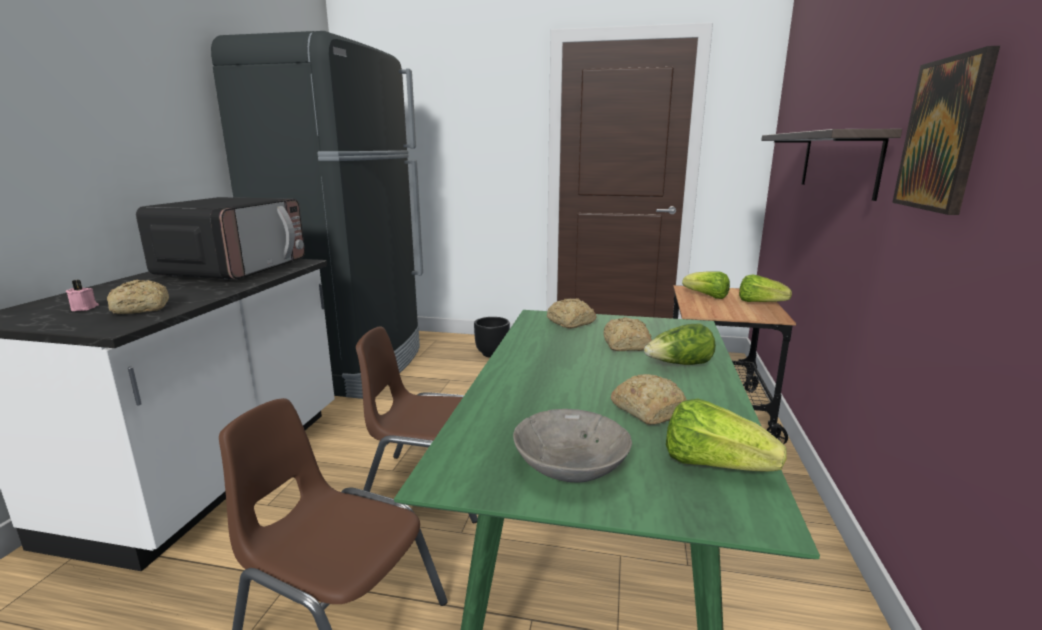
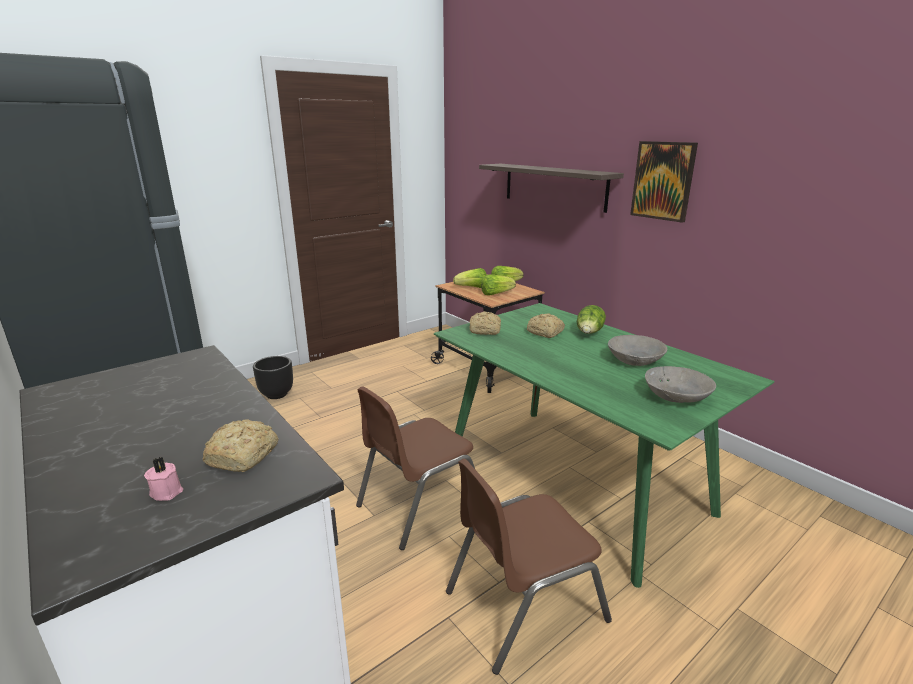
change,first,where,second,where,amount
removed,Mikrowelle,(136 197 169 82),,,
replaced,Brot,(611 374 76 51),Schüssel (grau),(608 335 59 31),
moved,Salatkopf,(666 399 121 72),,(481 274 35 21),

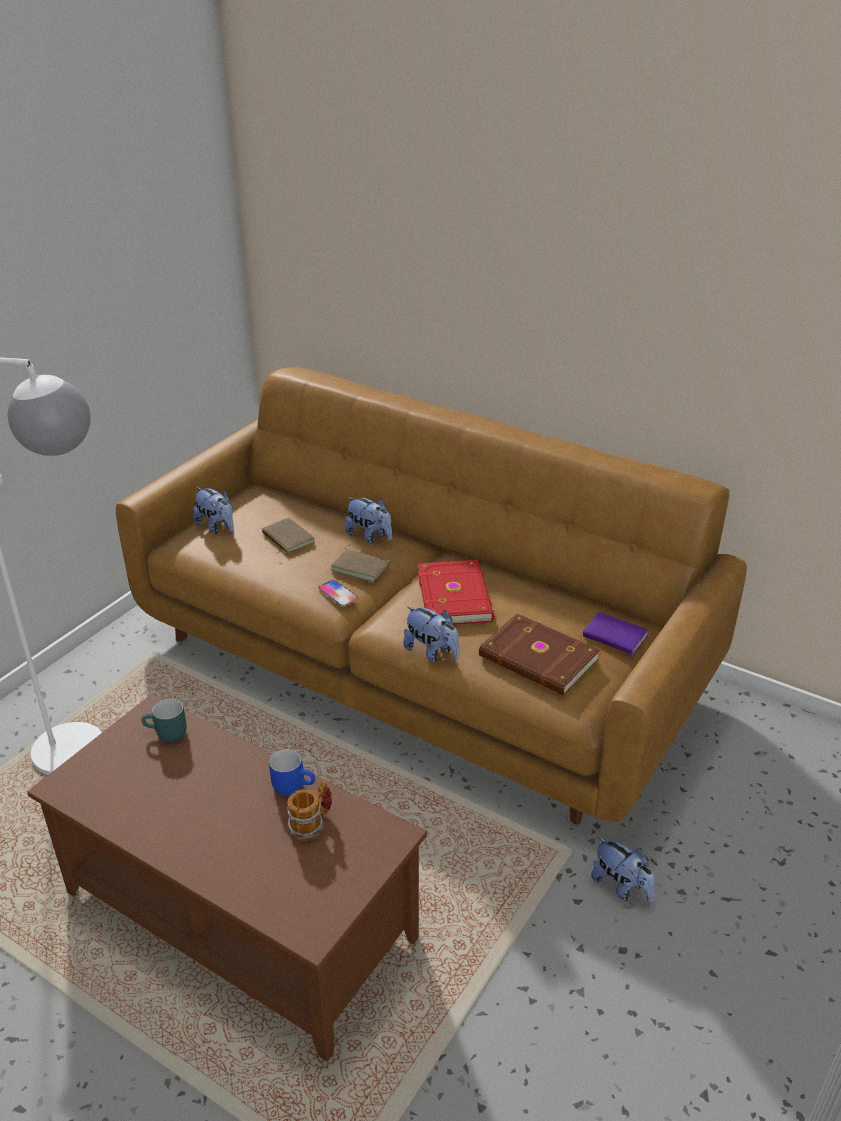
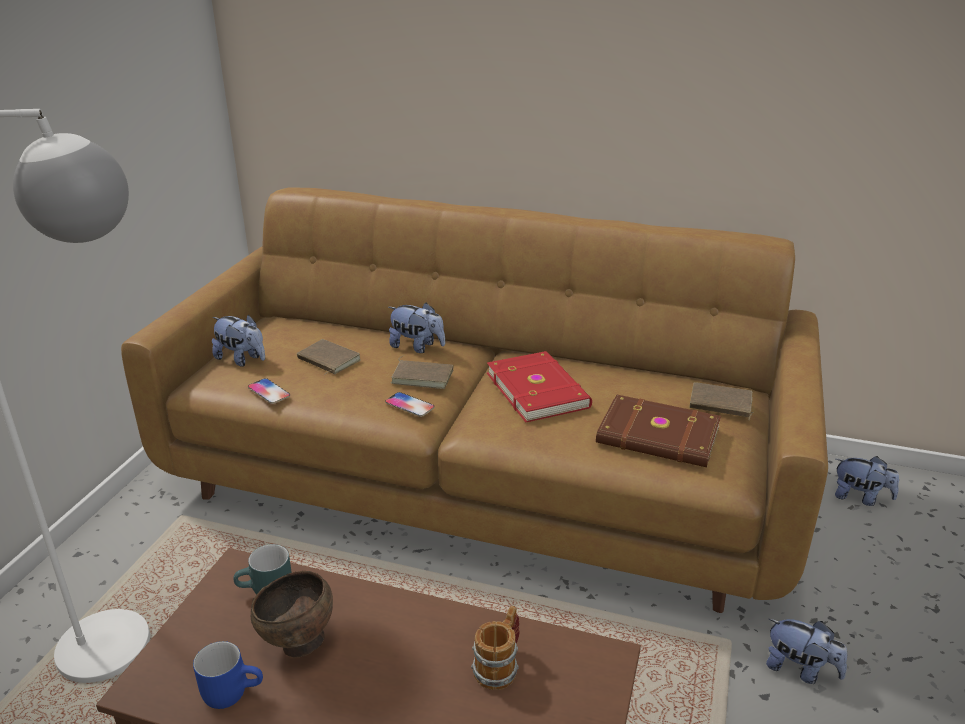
change,first,where,second,where,amount
moved,Plüschtier,(403 606 56 56),,(835 456 64 50),
recoloured,Buch (lila),(583 612 65 46),Buch (braun),(689 382 65 39),
moved,Henkelbecher (blau),(269 749 46 47),,(193 641 70 68),
added,,,Handy,(248 378 42 26),
added,,,Schüssel (braun),(251 571 82 87),

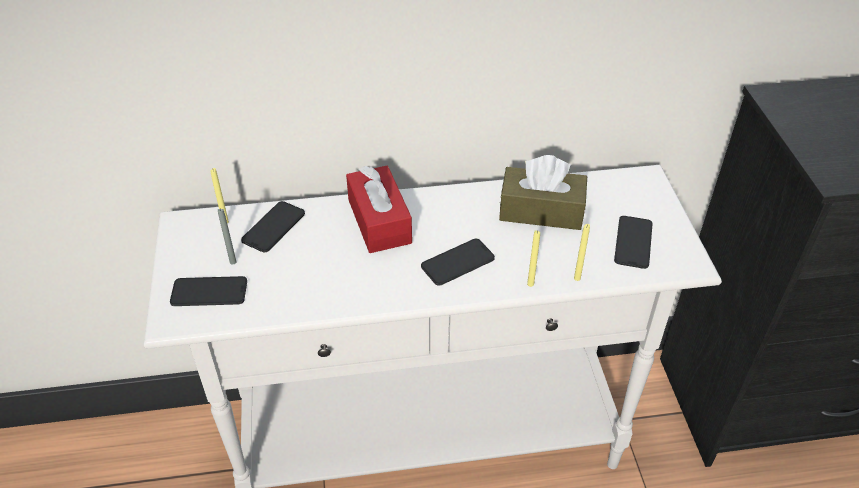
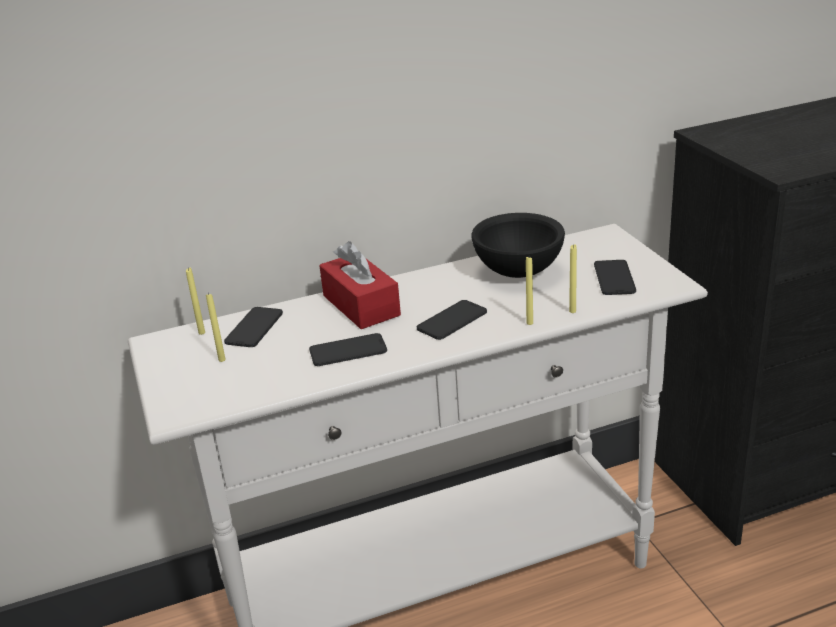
change,first,where,second,where,amount
replaced,Taschentuchbox (braun),(499 155 88 75),Schüssel (schwarz),(471 213 94 65),
recoloured,Kerze (grau),(218 209 18 56),Kerze (gelb),(206 292 20 70),
moved,Handy,(170 276 77 30),,(309 333 78 33),

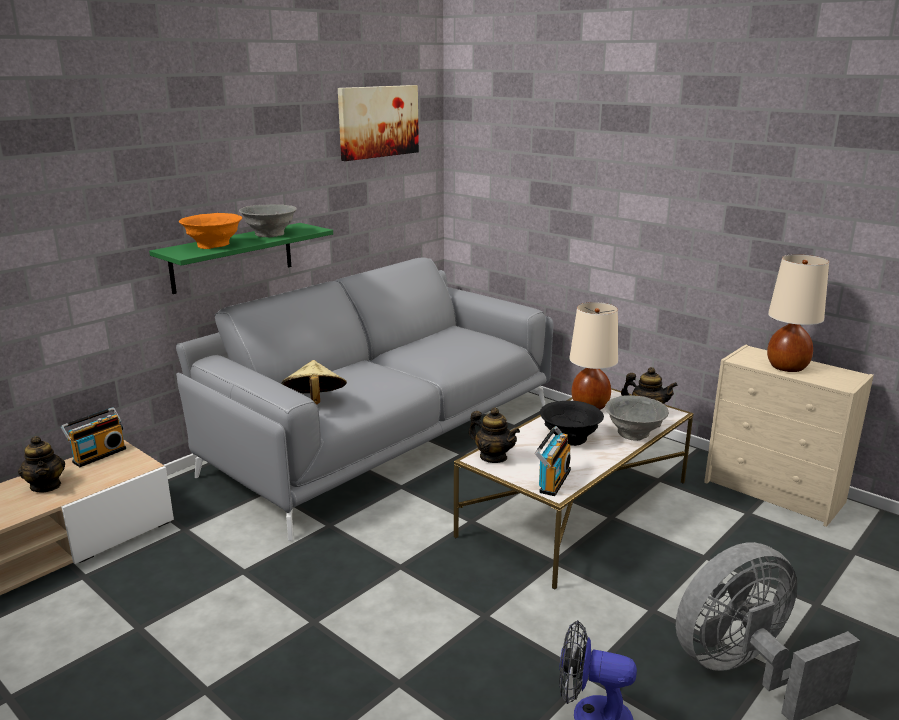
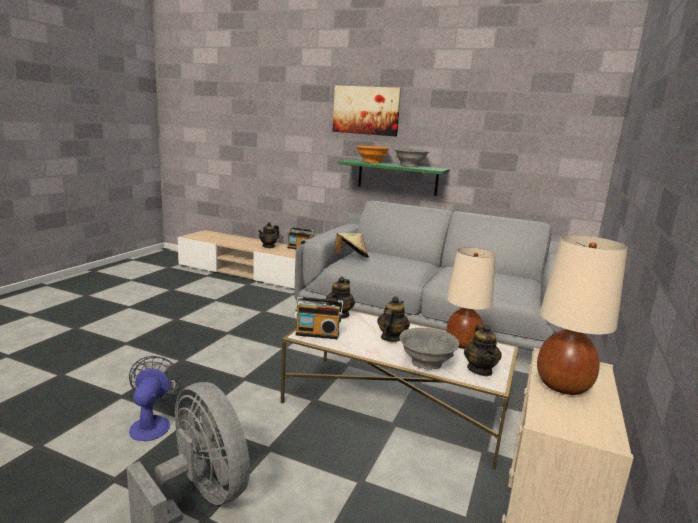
change,first,where,second,where,amount
moved,Bild,(338 85 81 76),,(332 85 69 51),
replaced,Schüssel (schwarz),(540 401 64 45),Teekanne,(377 296 33 46),

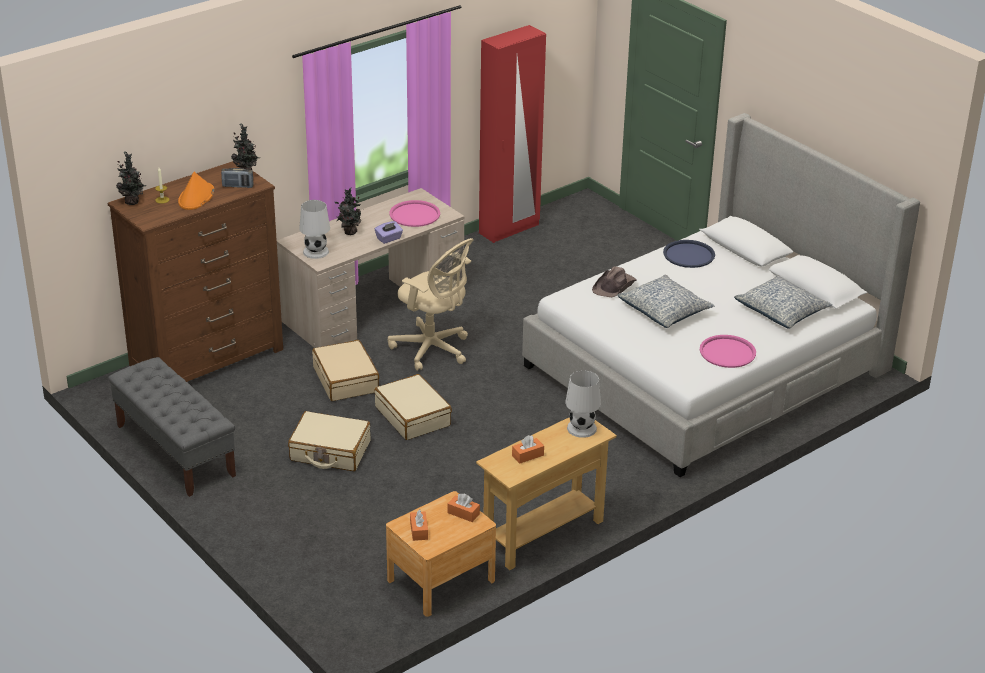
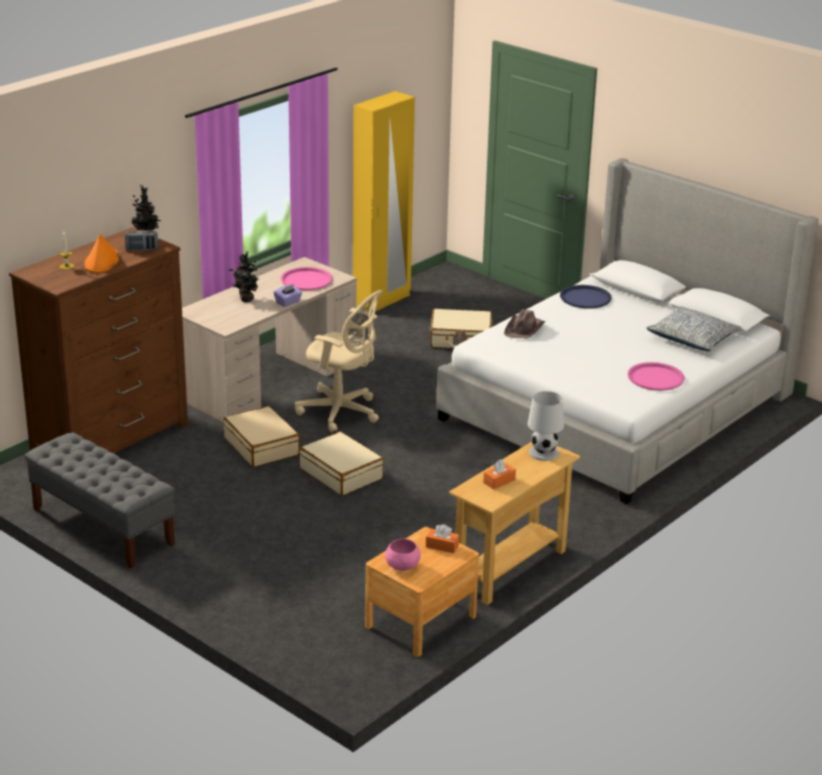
change,first,where,second,where,amount
recoloured,Kleiderschrank (rot),(479 25 67 218),Kleiderschrank (gelb),(353 91 62 220),
removed,Topfpflanze,(116 151 31 54),,,
removed,Tischlampe (weiß),(299 200 31 59),,,
removed,Kissen,(618 274 97 54),,,
moved,Koffer (beige),(288 411 83 60),,(430 309 62 40),
replaced,Taschentuchbox (orange),(410 510 18 31),Schüssel (rosa),(385 539 36 32),

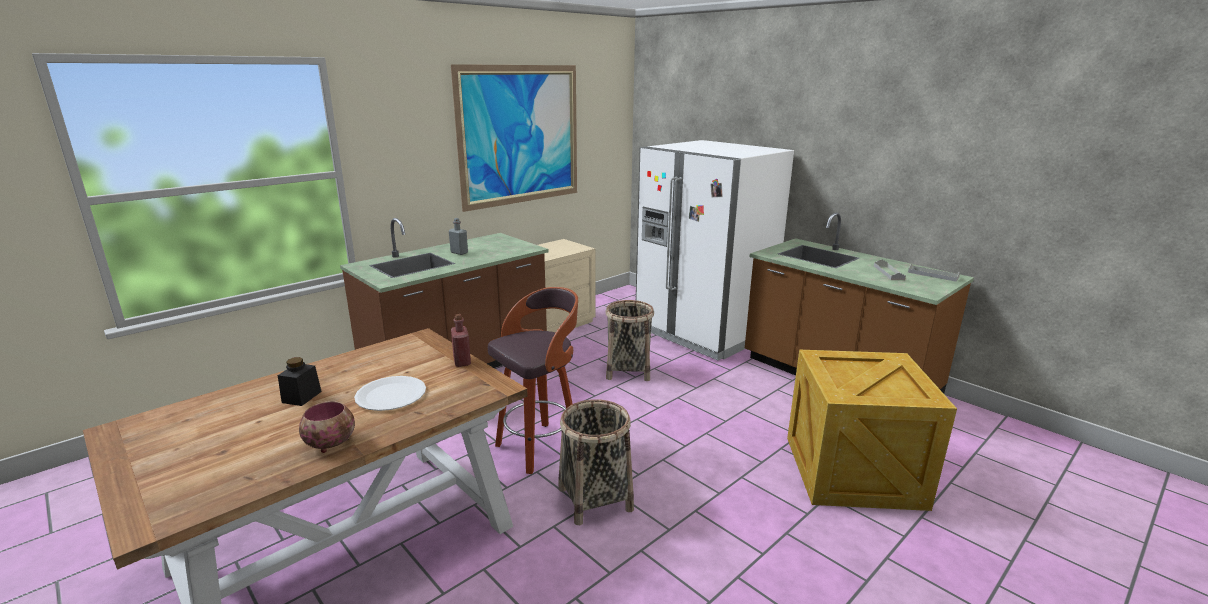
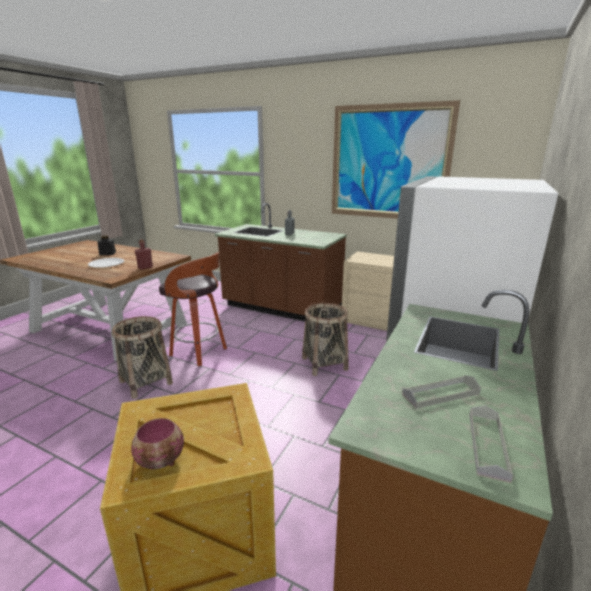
change,first,where,second,where,amount
moved,Schüssel,(299 401 56 52),,(131 418 53 51),

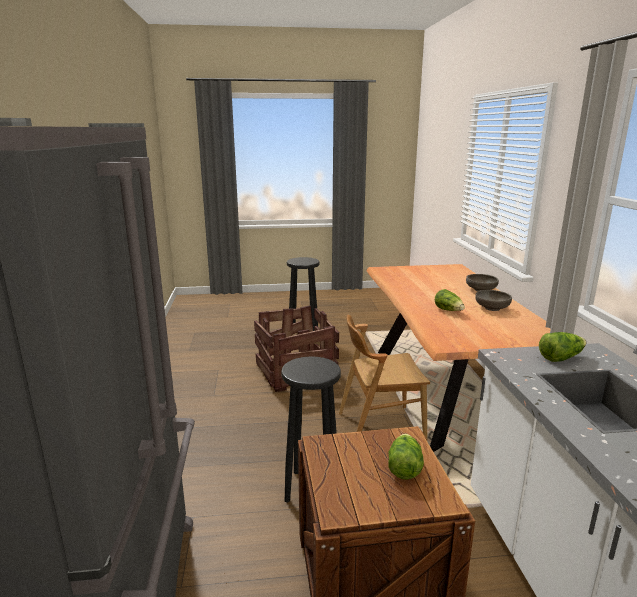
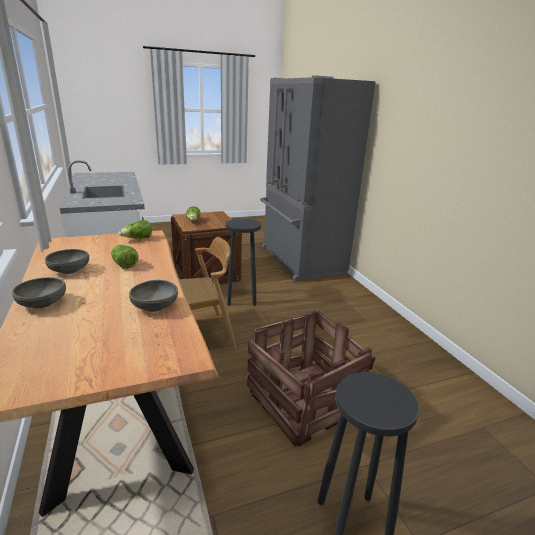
change,first,where,second,where,amount
moved,Salatkopf,(539 332 47 30),,(119 220 33 19),
added,,,Schüssel (grau),(129 280 49 32),

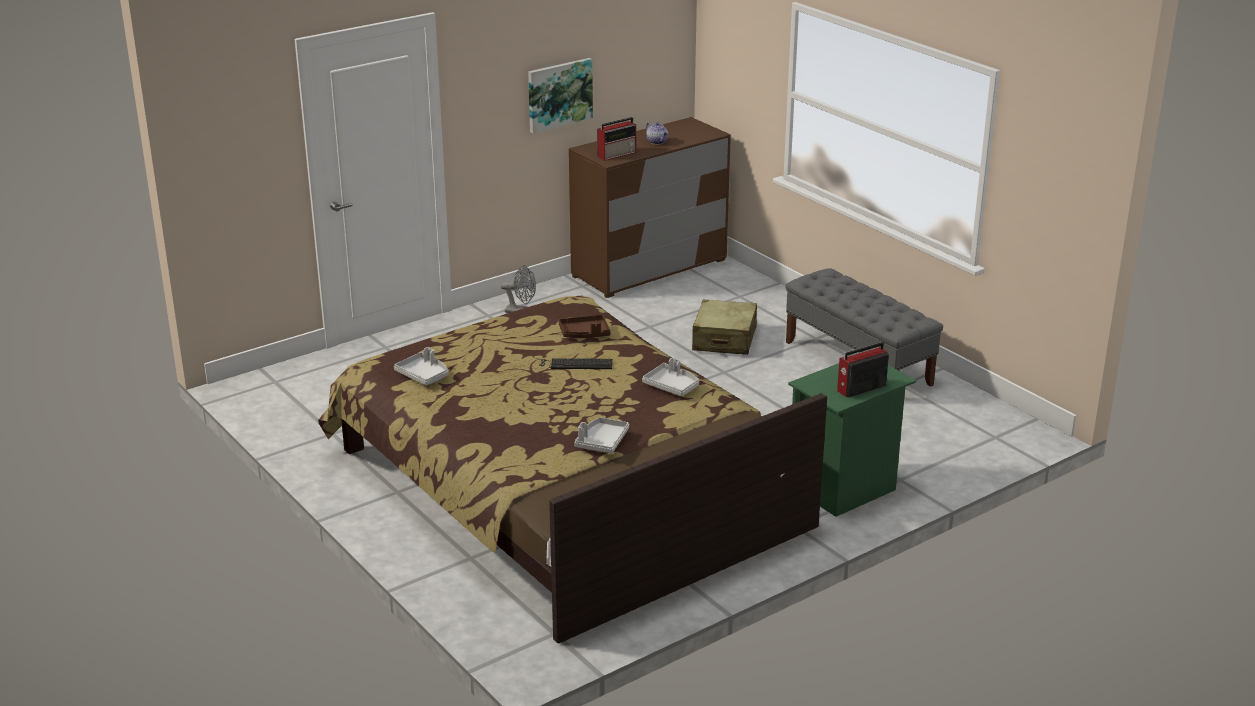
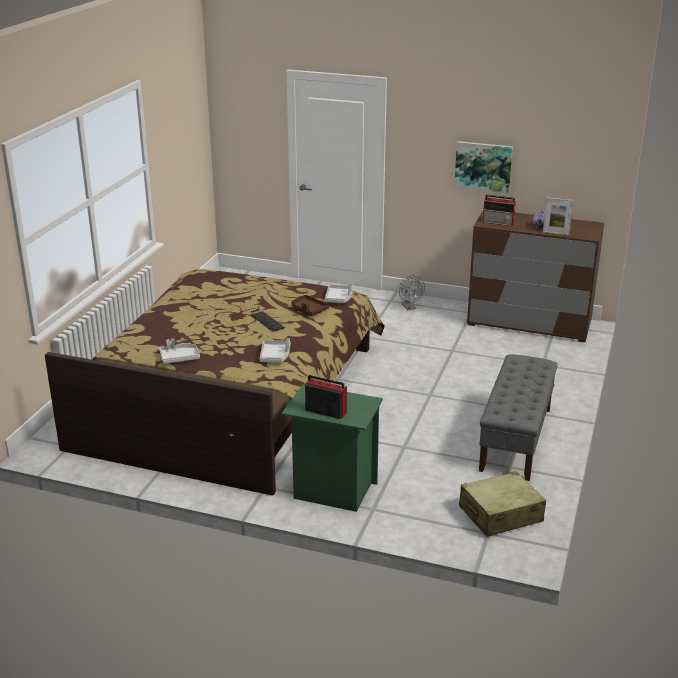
change,first,where,second,where,amount
moved,Koffer (beige),(692 300 65 55),,(459 471 87 66),
moved,Tablett (grau),(394 347 54 39),,(325 283 28 20),
added,,,Bilderrahmen,(543 197 30 38),

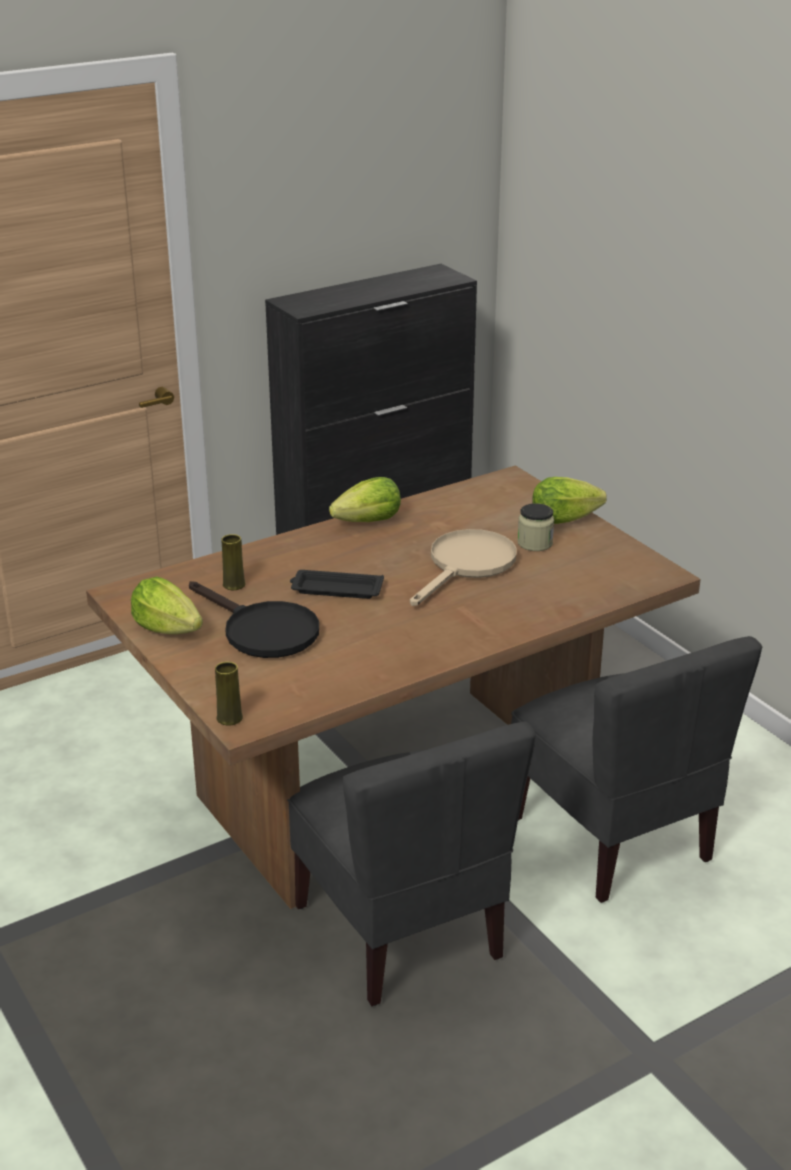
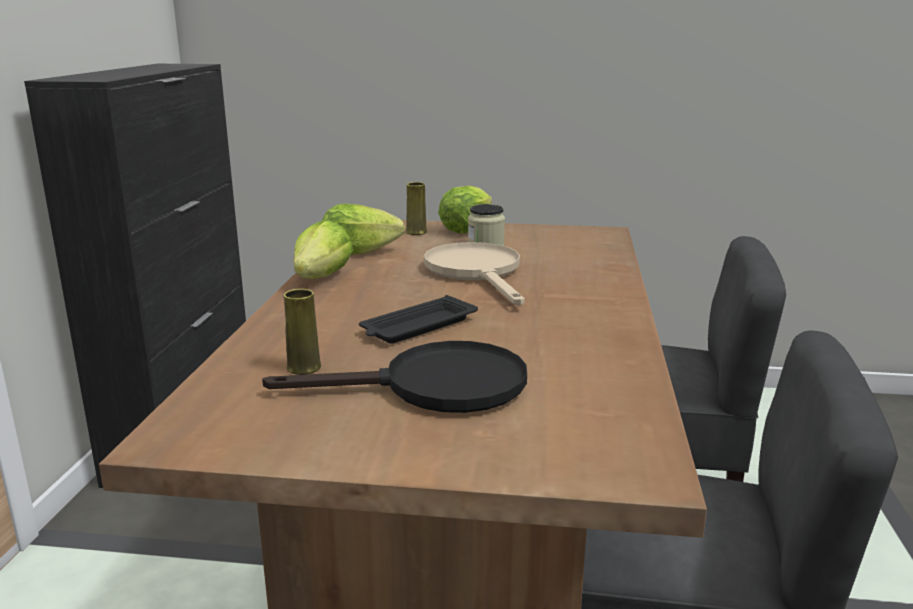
change,first,where,second,where,amount
moved,Salatkopf,(131 577 72 57),,(323 204 82 51),
moved,Vase (gelb),(215 662 28 64),,(406 182 21 53),

